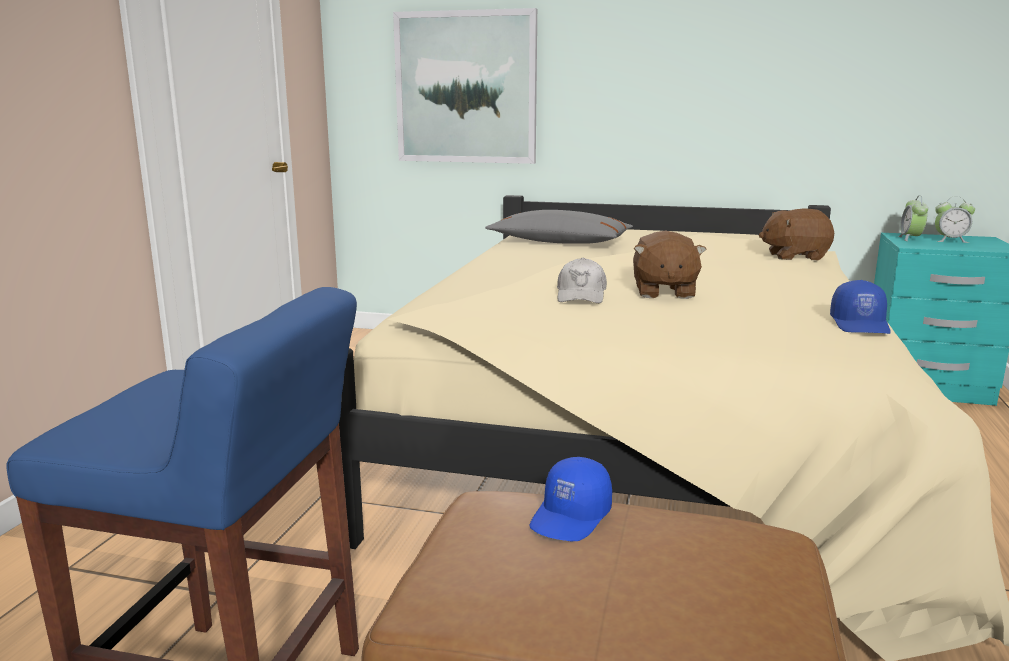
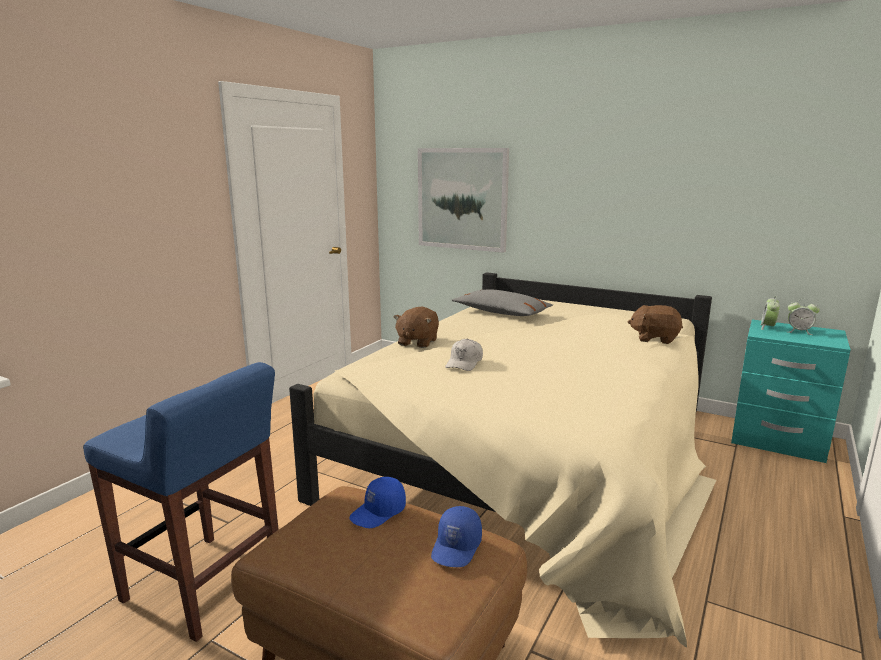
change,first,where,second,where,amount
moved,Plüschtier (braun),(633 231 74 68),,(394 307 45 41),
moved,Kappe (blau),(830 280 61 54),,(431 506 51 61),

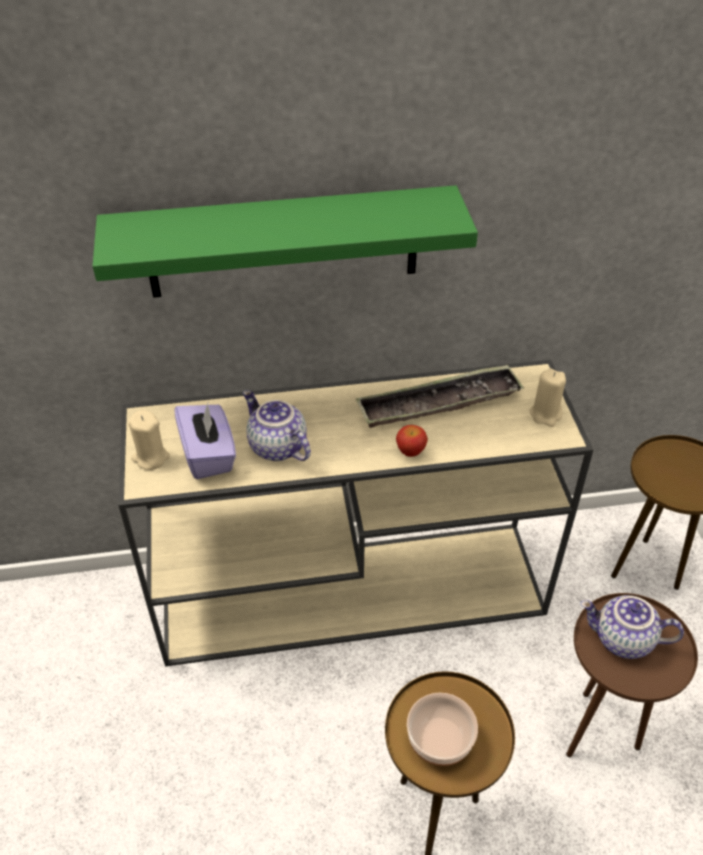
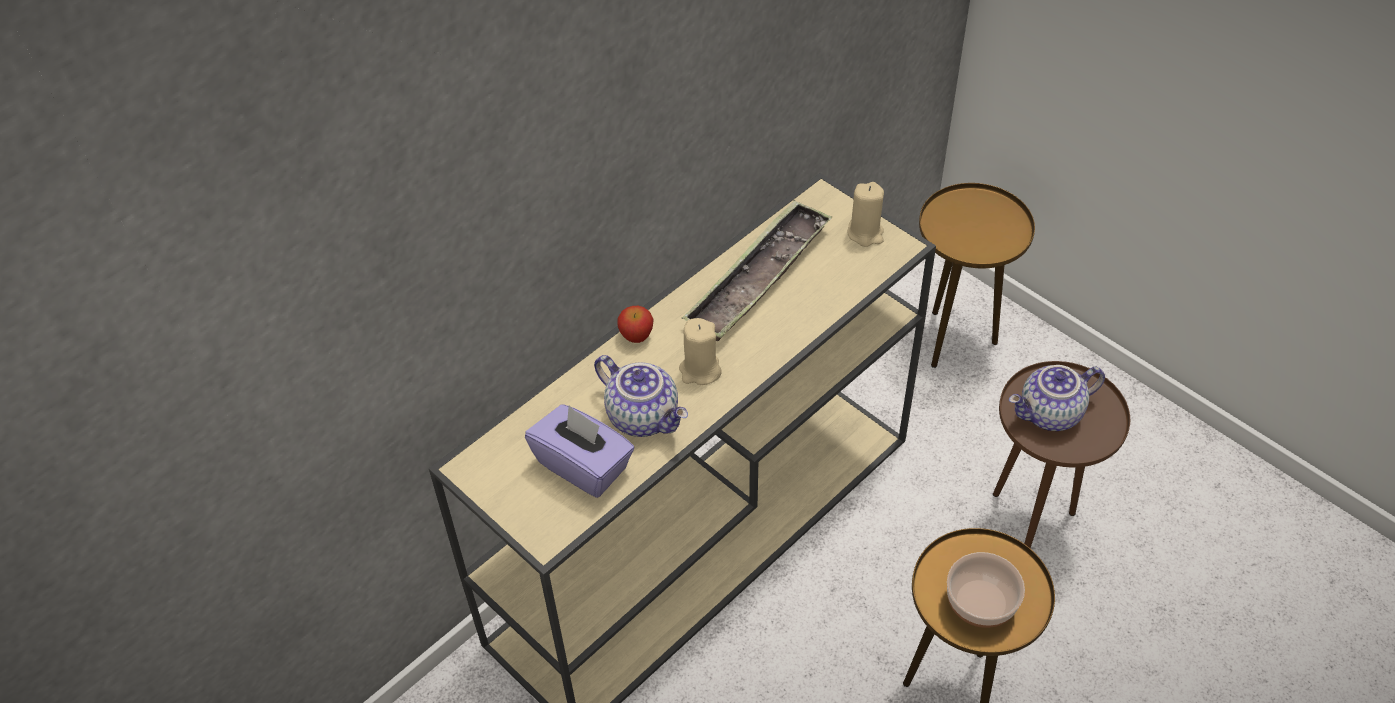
change,first,where,second,where,amount
removed,Wandregal (grün),(93 185 385 113),,,
turned,Teekanne,(243 390 68 71),,(594 355 94 82),150 degrees counterclockwise
moved,Kerze (beige),(128 410 42 60),,(679 318 43 67),
moved,Apfel,(396 425 32 32),,(617 306 36 37),

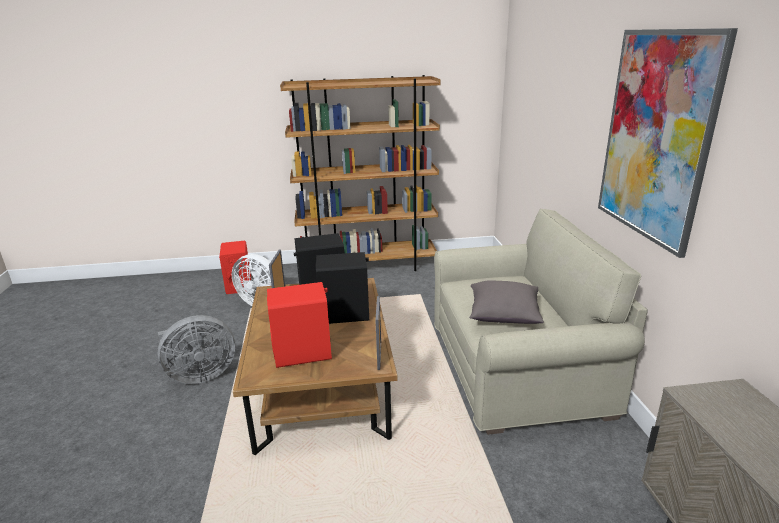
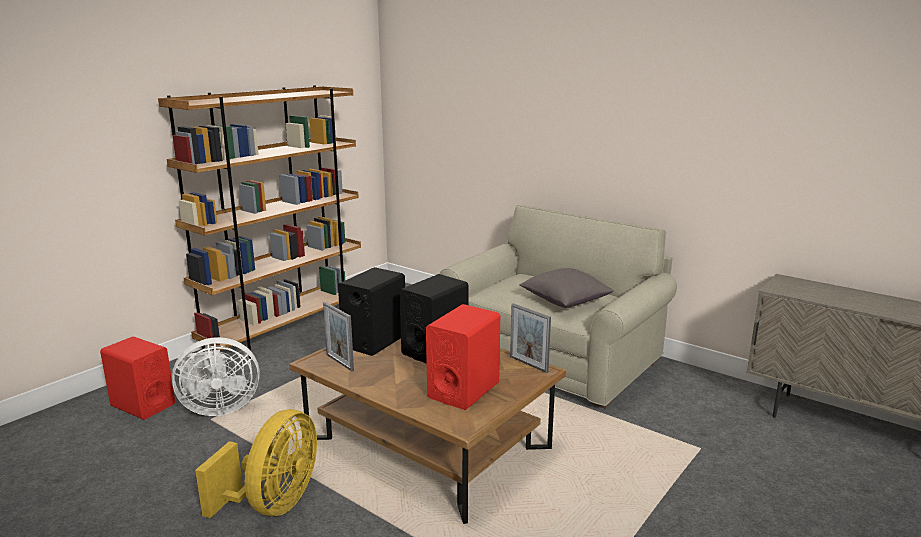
change,first,where,second,where,amount
removed,Bild,(598 28 140 230),,,
recoloured,Ventilator (grau),(158 315 77 69),Ventilator (gelb),(195 409 122 109),

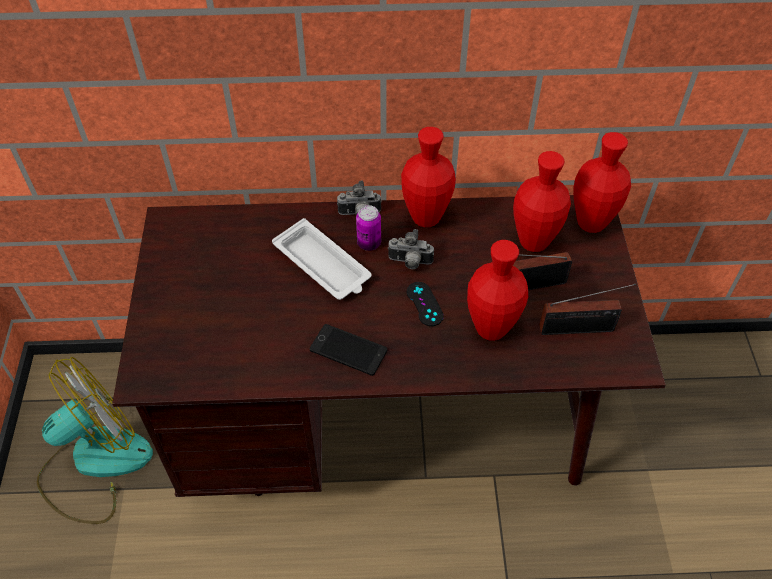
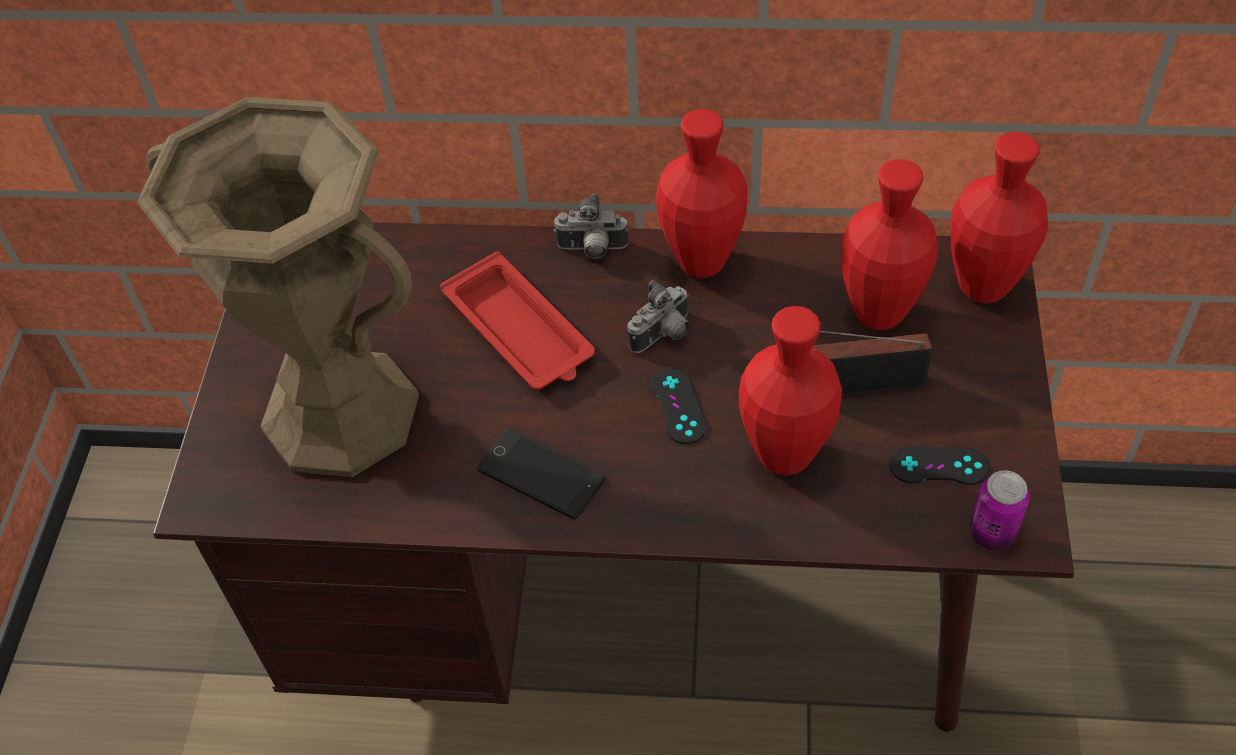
change,first,where,second,where,amount
moved,Dose,(356 205 25 46),,(970 470 59 81),
recoloured,Tablett (weiß),(272 218 100 82),Tablett (rot),(440 251 155 139),
turned,Kamera,(387 229 47 40),,(627 280 63 73),60 degrees counterclockwise
replaced,Radio,(539 284 97 51),Gamepad (schwarz),(889 446 101 39),
removed,Ventilator,(37 357 116 167),,,
added,,,Vase (braun),(137 97 282 380),

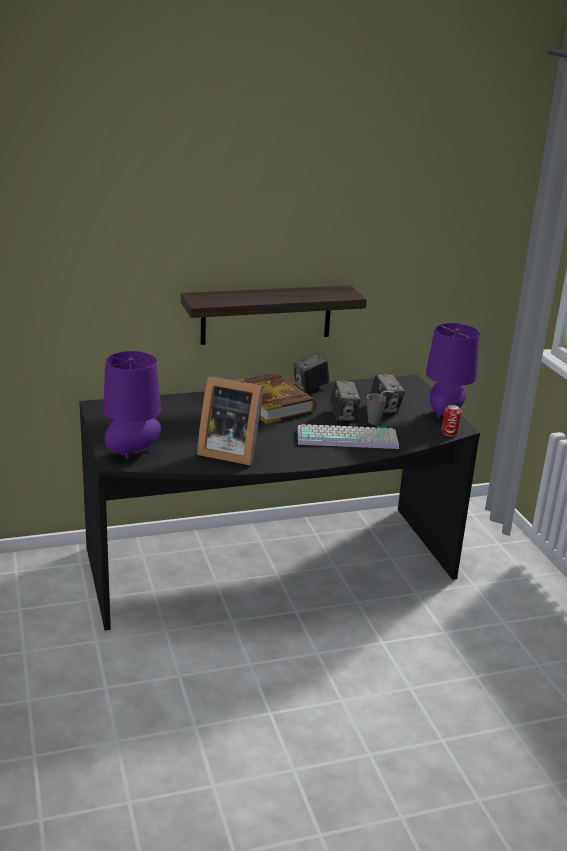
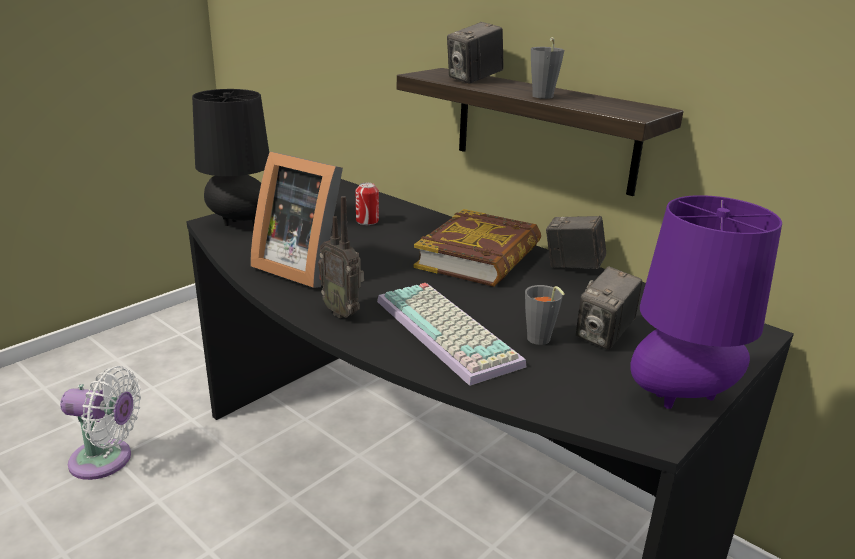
change,first,where,second,where,amount
recoloured,Tischlampe (lila),(103 351 58 108),Tischlampe (schwarz),(192 89 77 137),
turned,Bilderrahmen,(197 376 67 89),,(251 152 92 136),45 degrees counterclockwise
moved,Kamera,(330 380 31 41),,(447 22 57 62),
moved,Dose,(442 405 20 31),,(356 183 23 42),
added,,,Tasse (grau),(531 37 33 62),
added,,,Radio,(318 196 46 122),
added,,,Ventilator (weiß),(60 366 81 114),

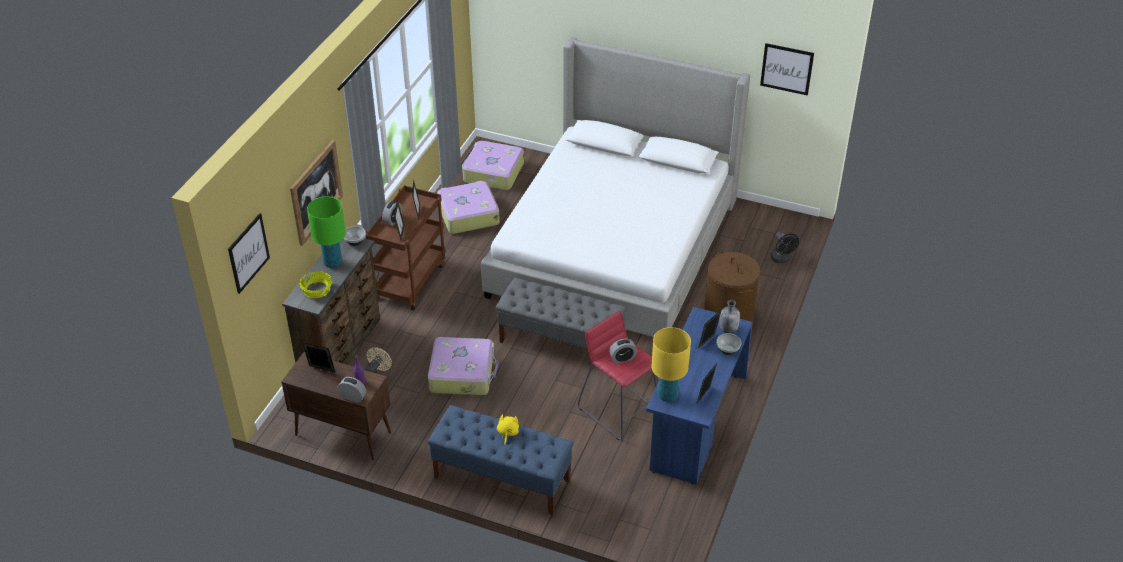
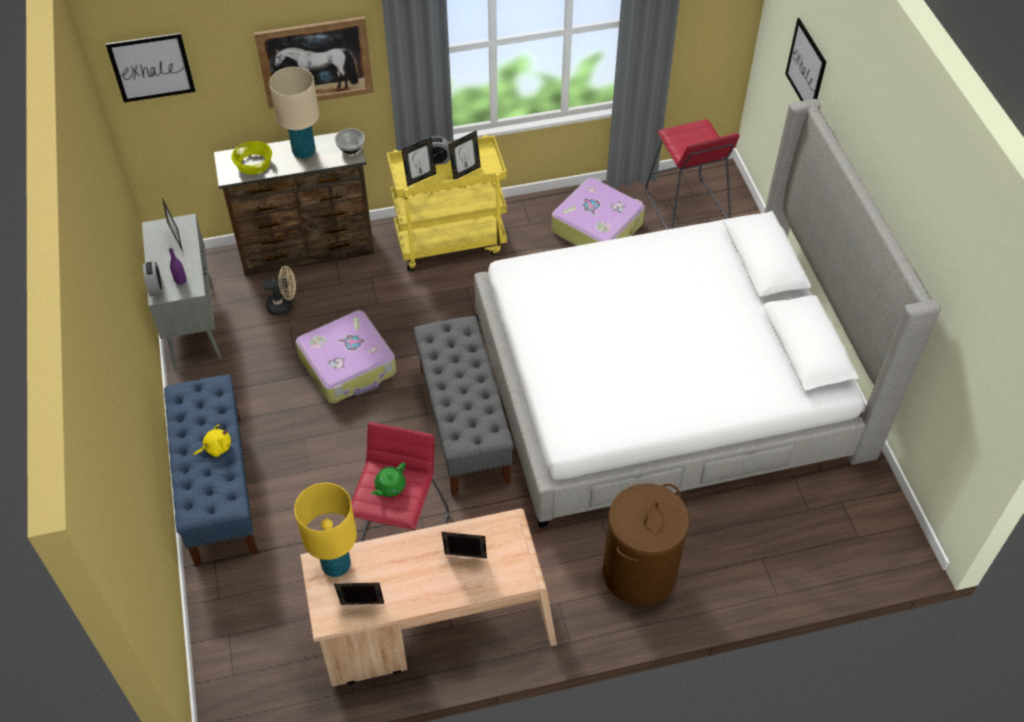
change,first,where,second,where,amount
moved,Bild,(760 43 54 53),,(785 18 41 83),
replaced,Koffer,(462 141 62 49),Hocker (rot),(645 119 95 111),
recoloured,Rollwagen (braun),(366 185 80 125),Rollwagen (gelb),(387 135 120 136),
recoloured,Tischlampe (grün),(307 197 39 71),Tischlampe (beige),(269 67 50 92),
removed,Ventilator (schwarz),(770 232 29 31),,,
removed,Flasche (grau),(719 300 21 33),,,
recoloured,Schreibtisch (blau),(646 307 106 178),Schreibtisch (beige),(300 509 257 178),
removed,Schüssel,(717 333 24 22),,,
replaced,Wecker,(609 339 28 25),Teekanne (grün),(371 462 35 35),
recoloured,Schrank (braun),(282 352 109 108),Schrank (grau),(142 214 79 153),

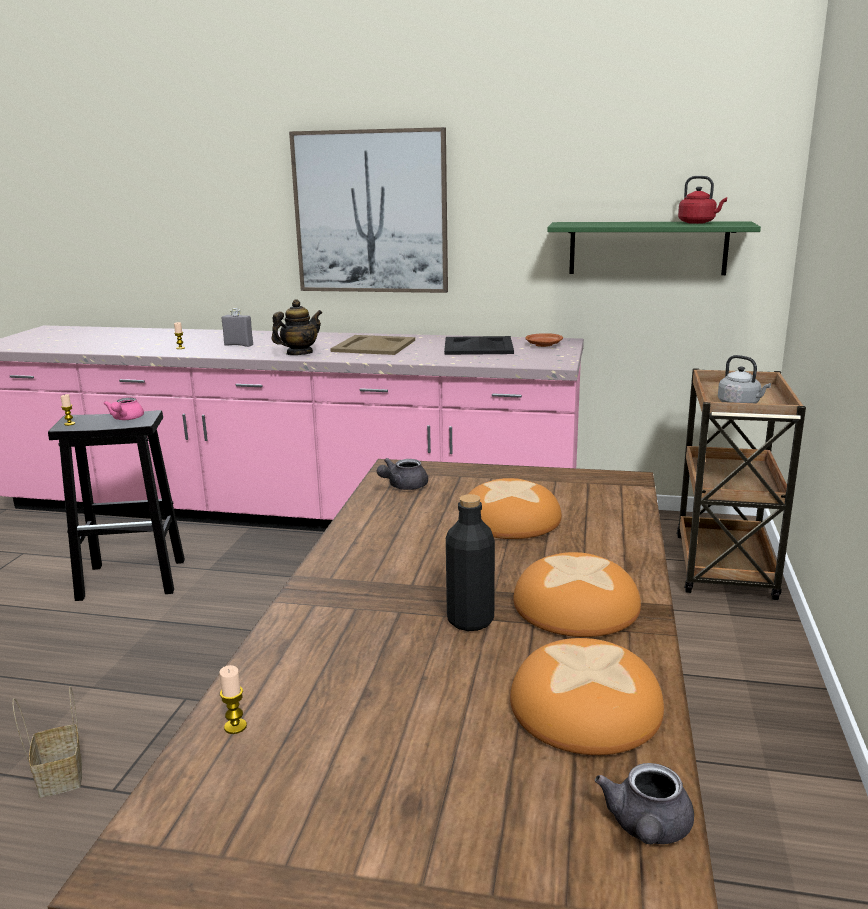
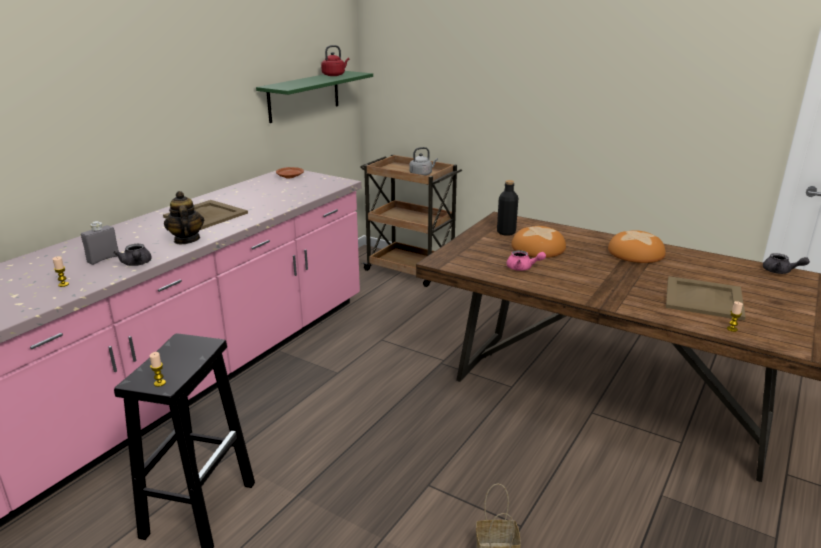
change,first,where,second,where,amount
removed,Bild,(289 127 159 166),,,
removed,Tablett (schwarz),(444 336 70 19),,,
moved,Teekanne (rosa),(103 398 41 22),,(506 250 40 21),
moved,Teekanne (grau),(377 458 51 32),,(114 244 38 22),
moved,Flasche (schwarz),(446 494 49 137),,(497 180 21 56),
removed,Brot,(510 638 154 117),,,
added,,,Tablett (beige),(666 276 80 44),

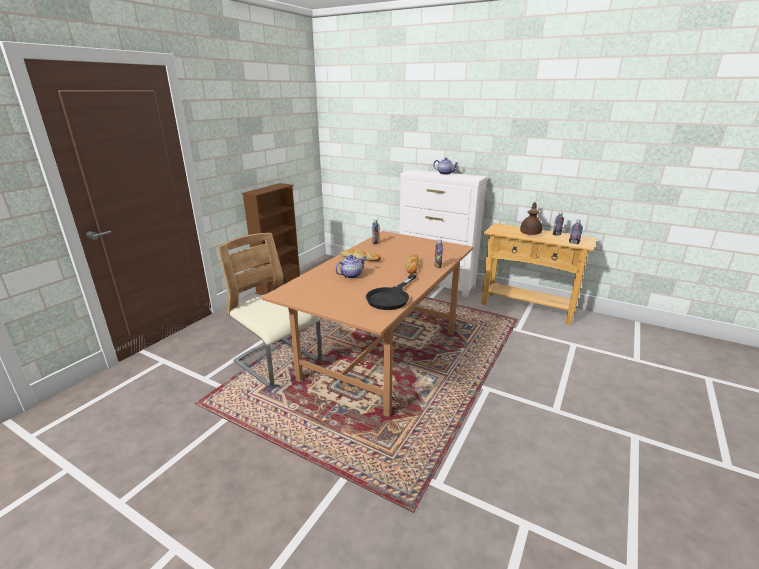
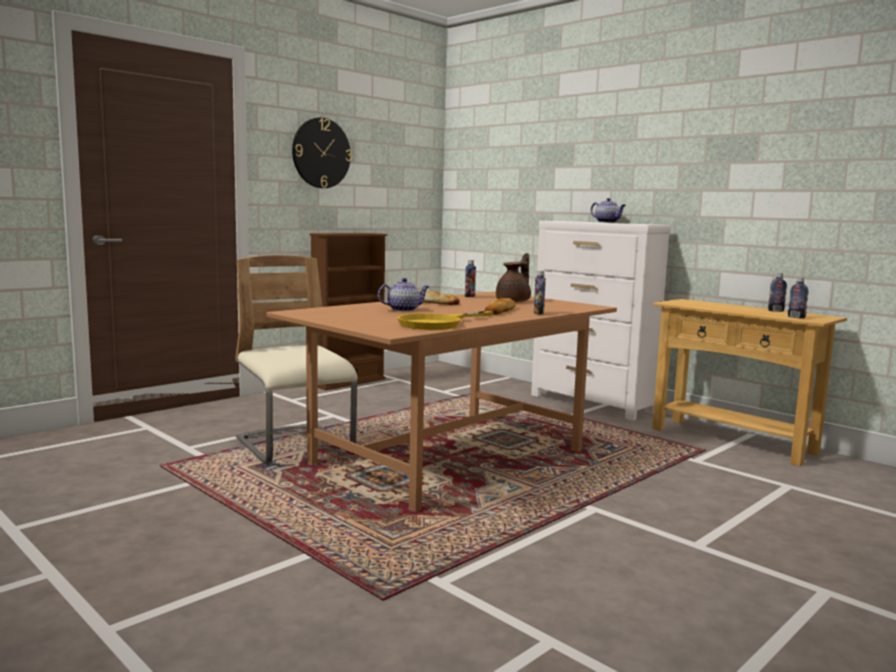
change,first,where,second,where,amount
moved,Teekanne (braun),(520 202 22 33),,(496 253 35 49),
recoloured,Pfanne (schwarz),(366 274 51 36),Pfanne (gelb),(397 311 96 19),
added,,,Wanduhr,(292 118 60 70),

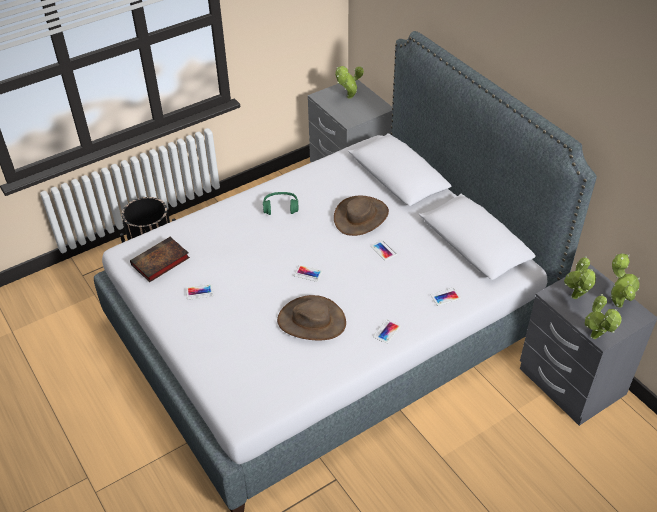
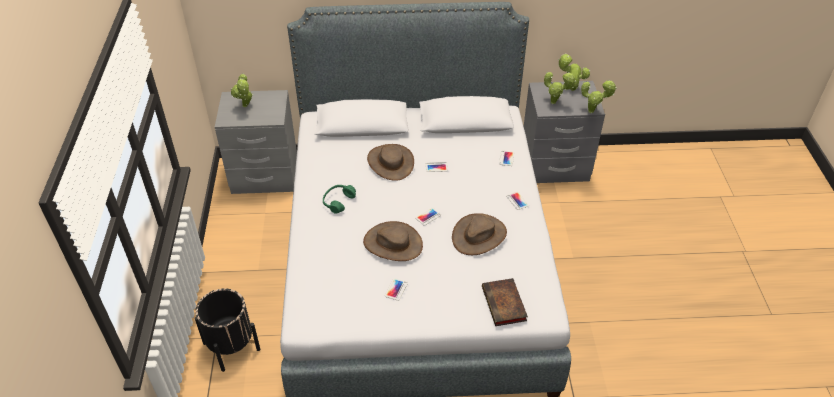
change,first,where,second,where,amount
moved,Buch,(130 237 60 45),,(482 278 46 48),
added,,,Hut (braun),(363 221 60 40),

